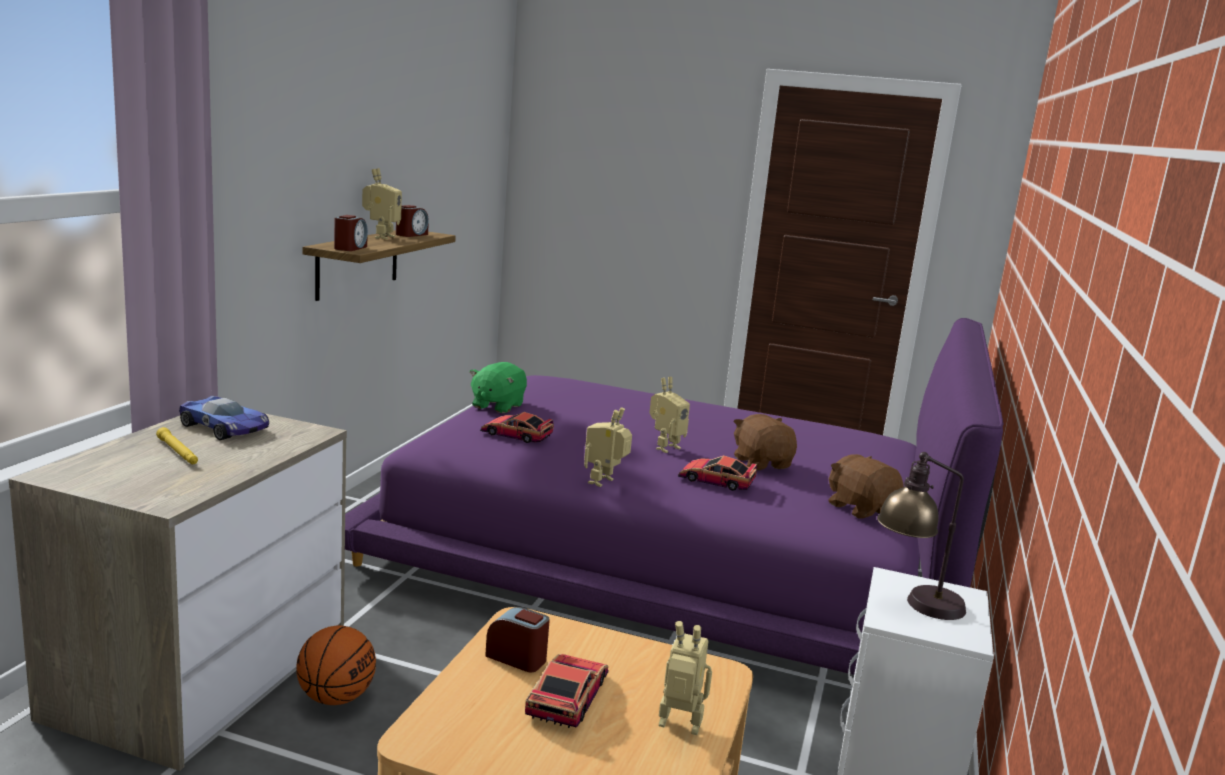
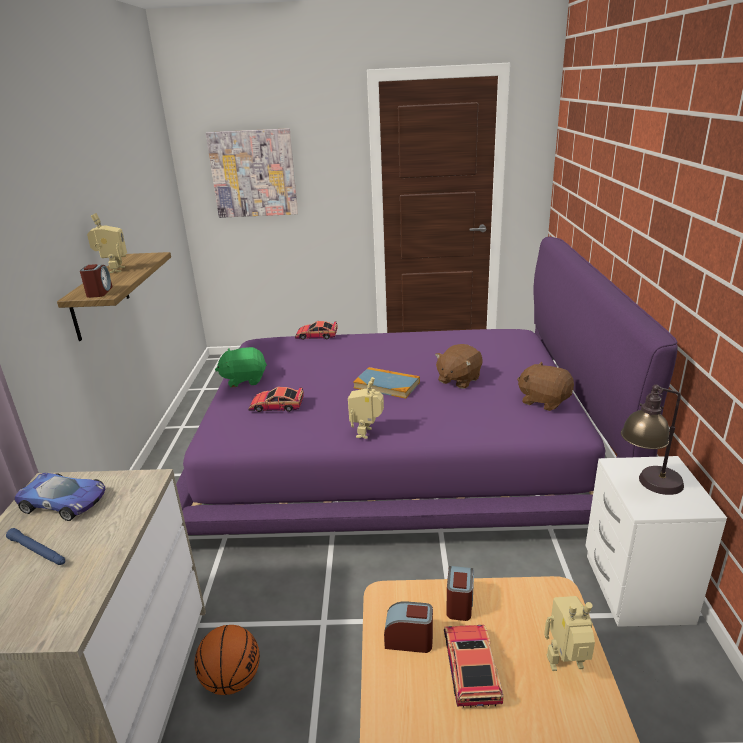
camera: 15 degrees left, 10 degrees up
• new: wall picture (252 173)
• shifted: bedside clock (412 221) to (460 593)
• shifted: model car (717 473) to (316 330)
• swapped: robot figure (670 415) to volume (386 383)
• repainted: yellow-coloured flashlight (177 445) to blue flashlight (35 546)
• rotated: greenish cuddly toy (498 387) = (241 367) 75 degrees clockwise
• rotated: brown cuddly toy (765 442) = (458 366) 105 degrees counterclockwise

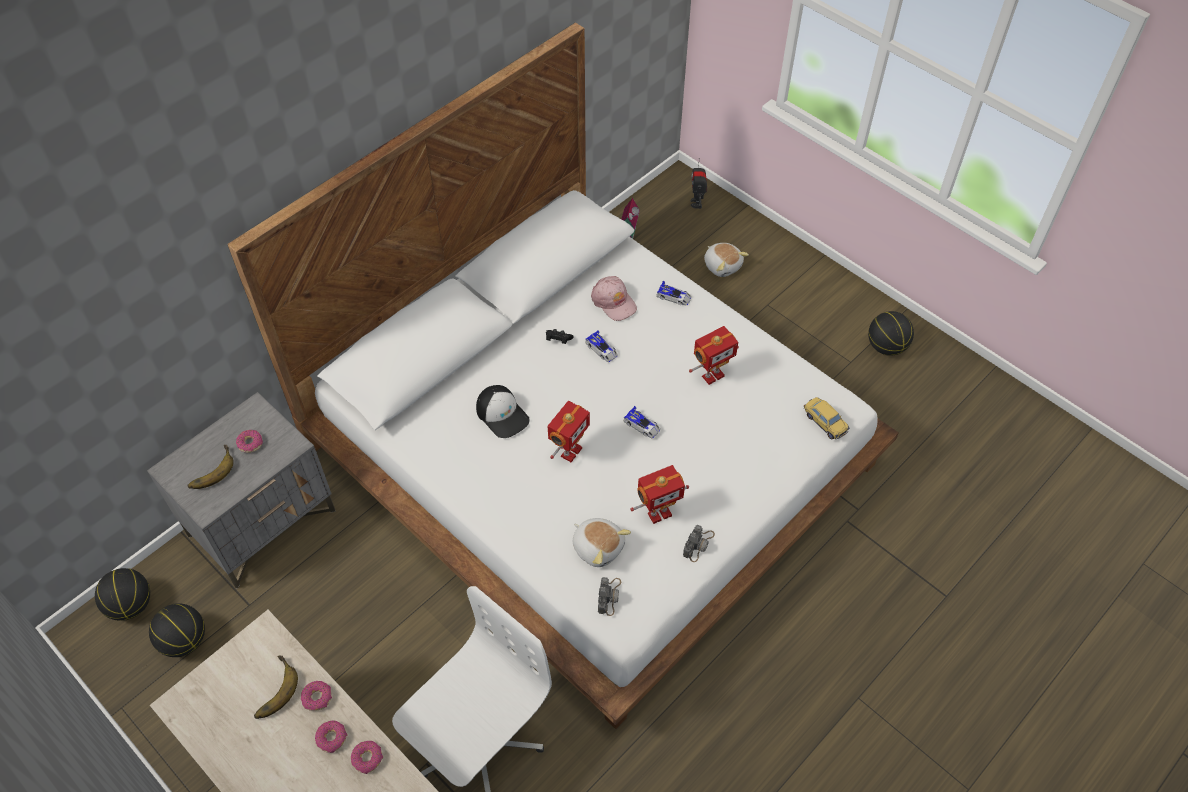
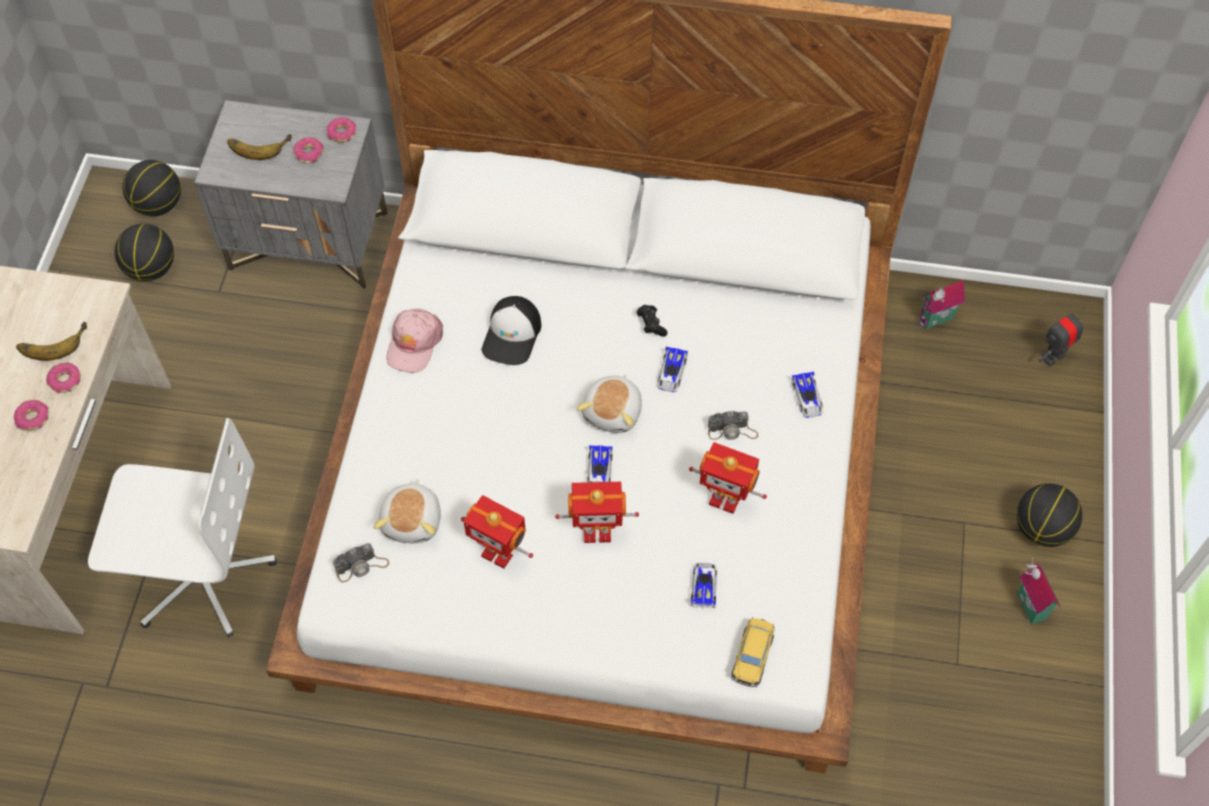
camera: 55 degrees right, 5 degrees up
• new: model car (703 585)
• new: miniature house (1038 591)
• shifted: donut (367 757) to (341 130)
• shifted: robot figure (569 431) to (597 512)
• shifted: pinkish peaked cap (614 298) to (414 341)
• shifted: photo camera (699 543) to (733 425)
• shifted: cuddly toy (726 260) to (609 403)
• shifted: basketball (891 333) to (1049 515)

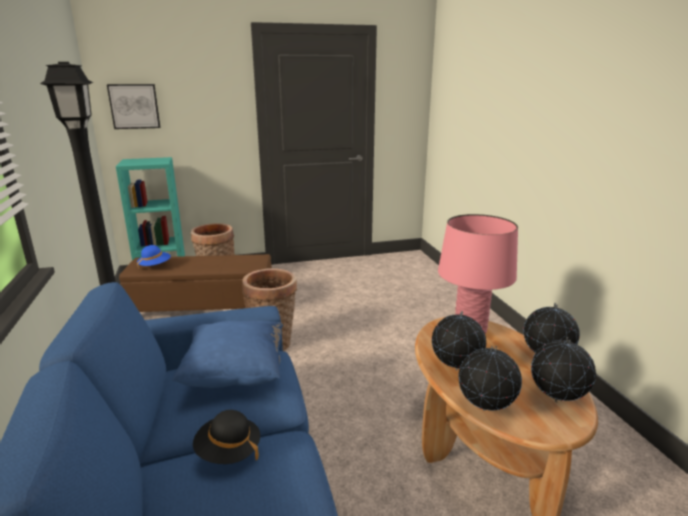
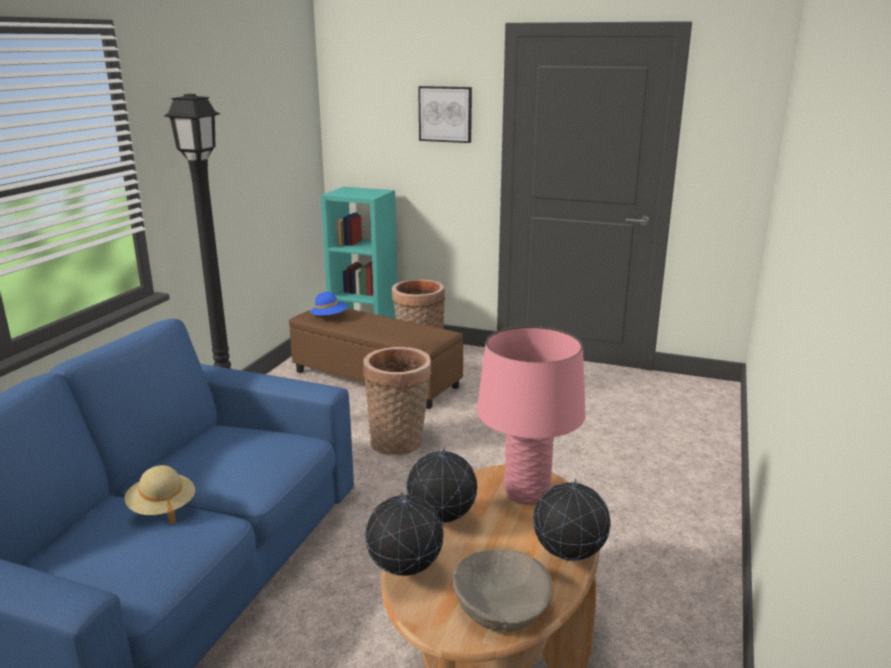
camera: 35 degrees right, 0 degrees up
• gone: blue pillow (227 354)
• shifted: wall picture (134 106) to (445 114)
• swapped: globe (563 370) to beige deep dish (502 590)
• repainted: black-coloured wearable hat (226 437) to beige wearable hat (159 494)

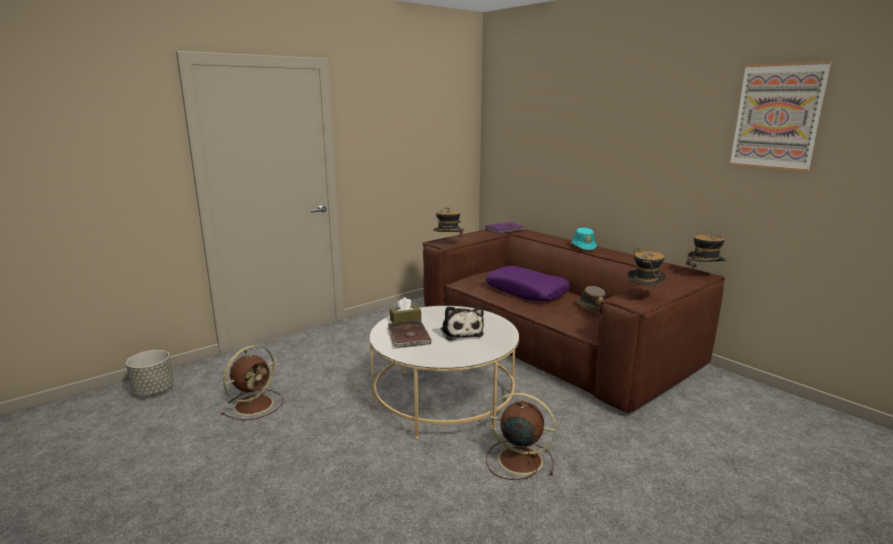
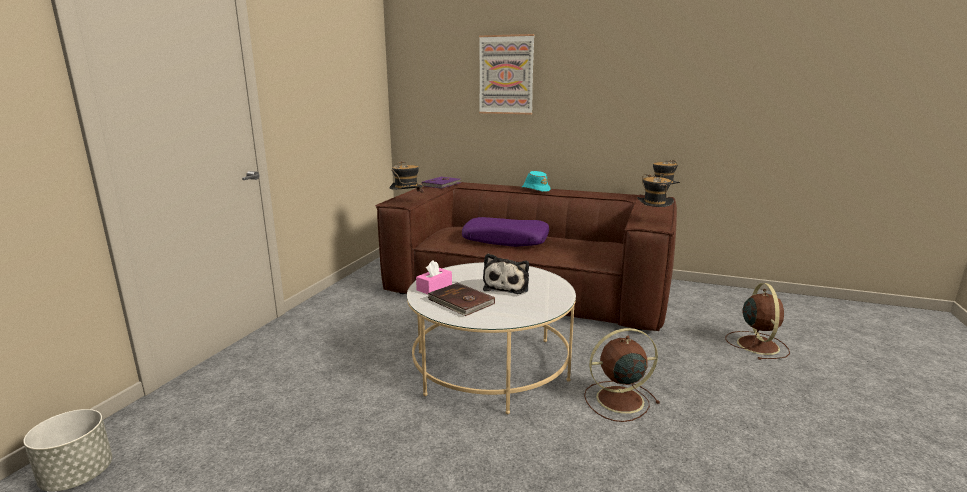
camera: 30 degrees left, 0 degrees up
• gone: brown wearable hat (591 300)
• shifted: brown fan (252 382) to (757 321)
• shifted: wall picture (780 116) to (506 74)
• repainted: brown tissue box (405 310) to pinkish tissue box (434 277)
• rotated: cuddly toy (462 323) = (506 273) 60 degrees clockwise

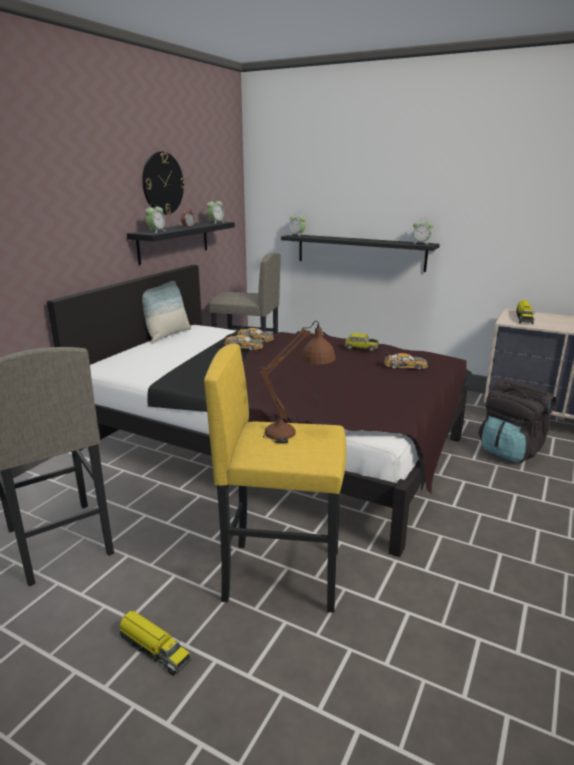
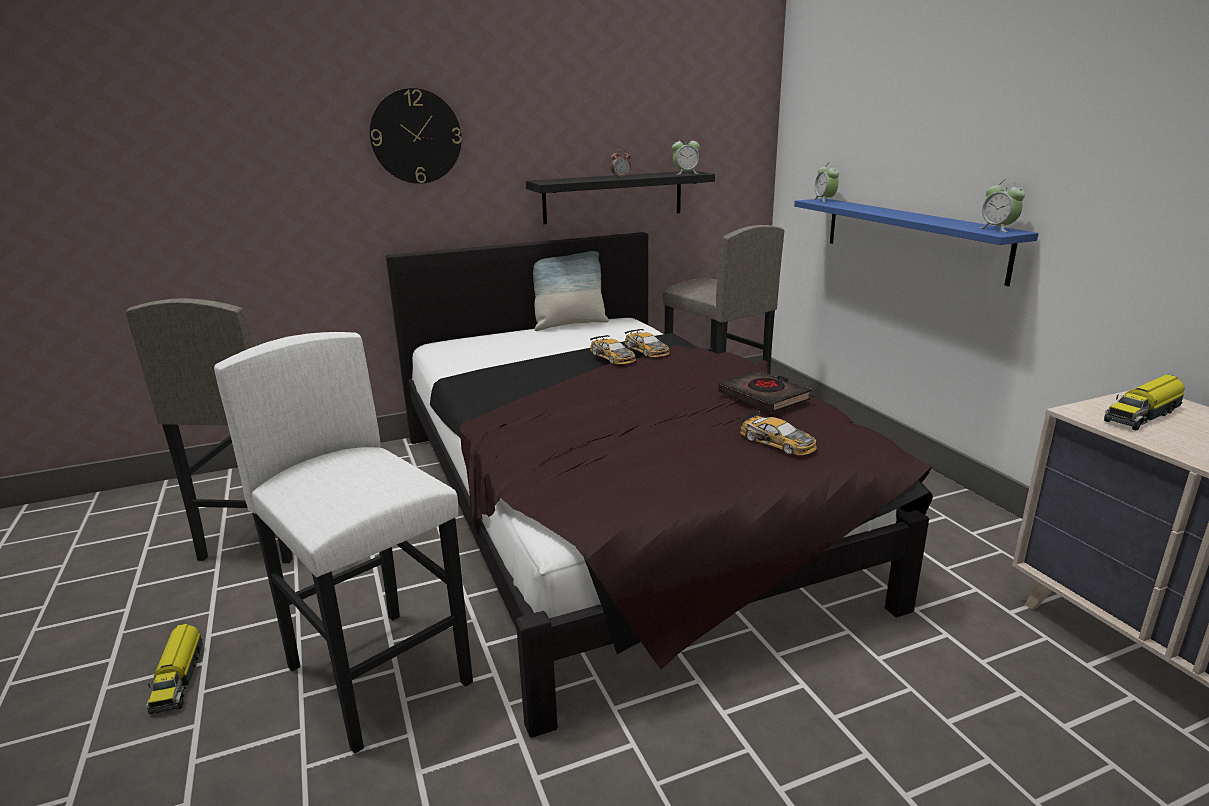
camera: 40 degrees right, 0 degrees up
• gone: bedside clock (155 218)
• gone: brown table lamp (298 382)
• gone: black-coloured knapsack (517 420)
• shifted: wall clock (163 183) to (416 136)
• swapped: model car (362 342) to black-coloured volume (765 392)
• repainted: yellow-coloured stool seat (275 478) to white stool seat (343 543)
• repainted: black-coloured shelf (360 253) to blue shelf (916 242)

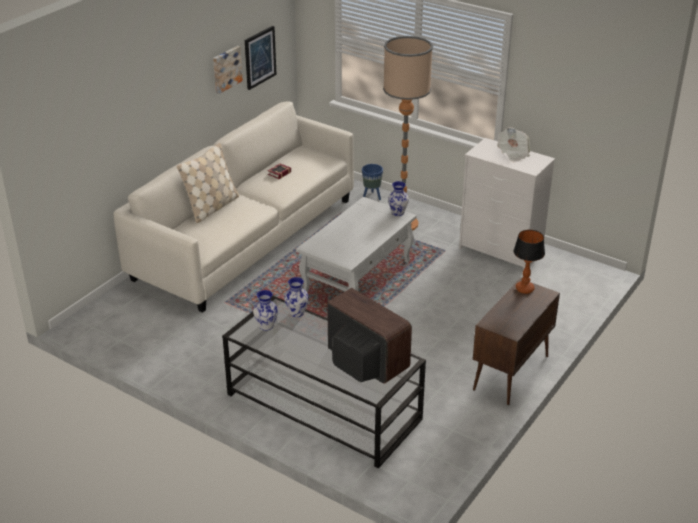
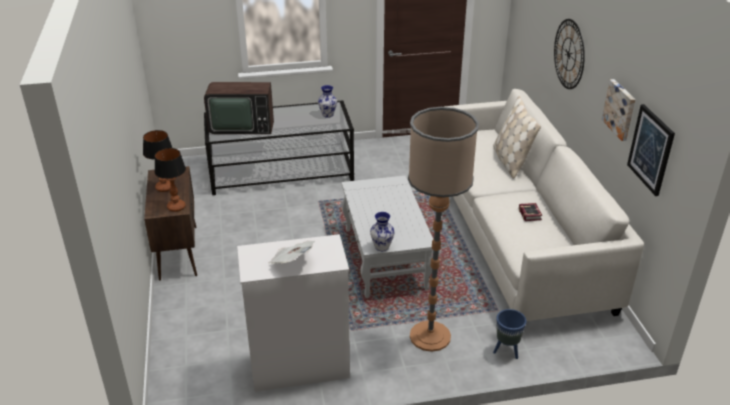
camera: 135 degrees right, 0 degrees up
• gone: vase (296 297)
• new: table lamp (157 161)
• new: wall clock (569 54)

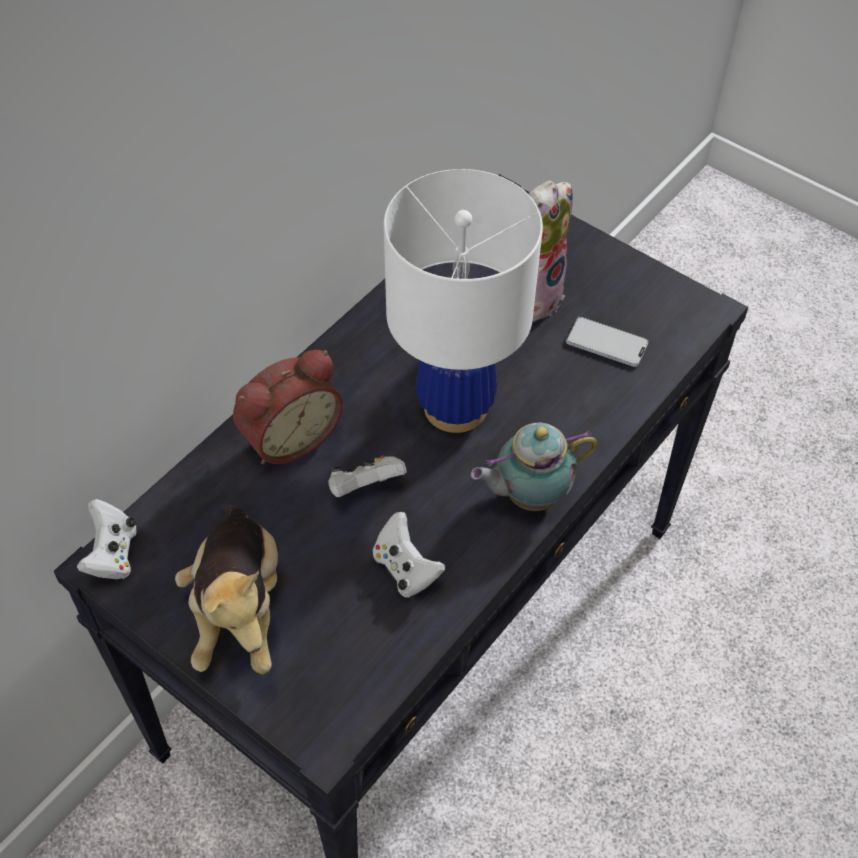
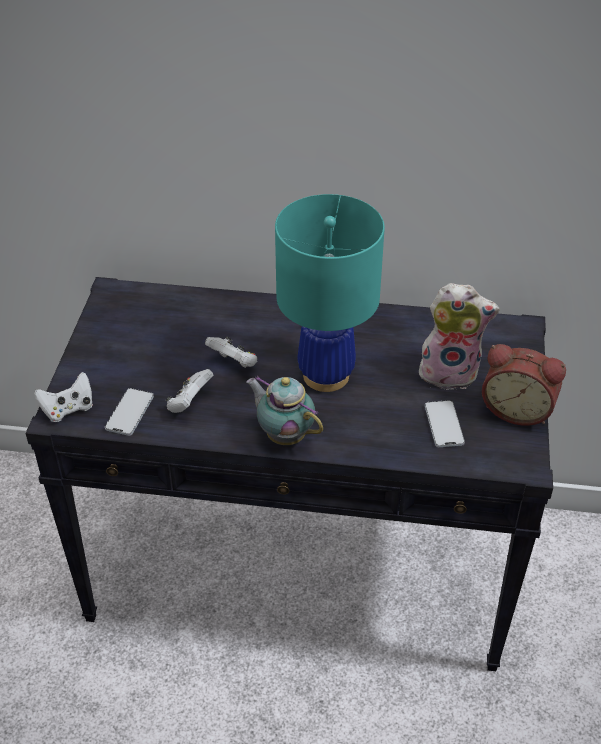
camera: 60 degrees right, 10 degrees down
• gone: cuddly toy (226 589)
• new: handset (129 412)
• shifted: white gamepad (107 539) to (63 397)
• shifted: bedside clock (288 407) to (524 385)
• repainted: white table lamp (463 301) to blue-green table lamp (330 293)

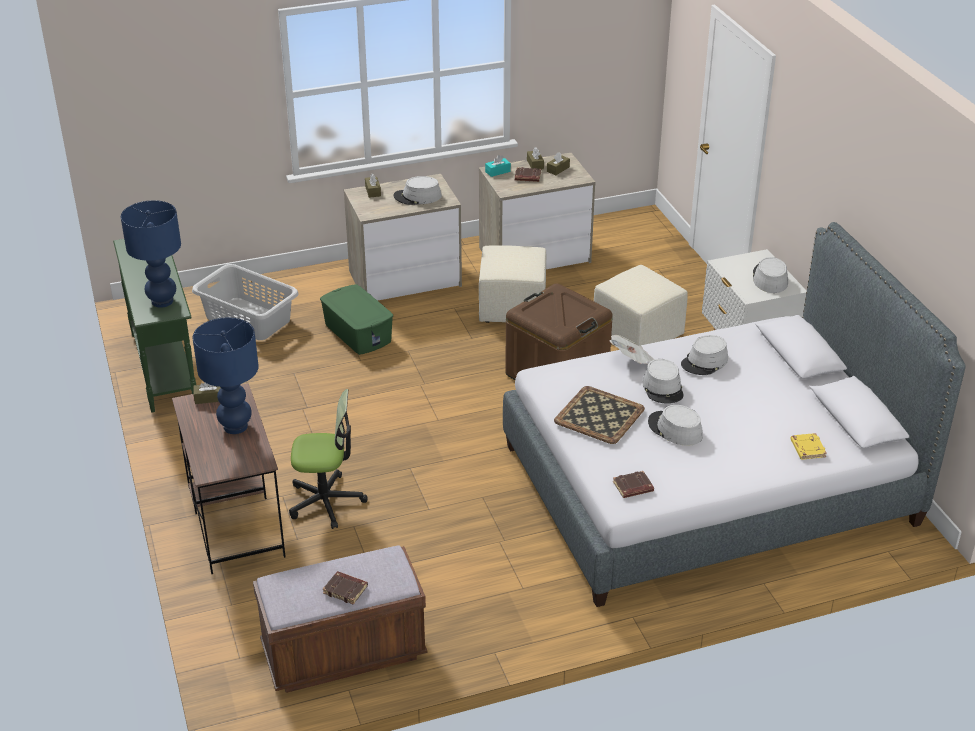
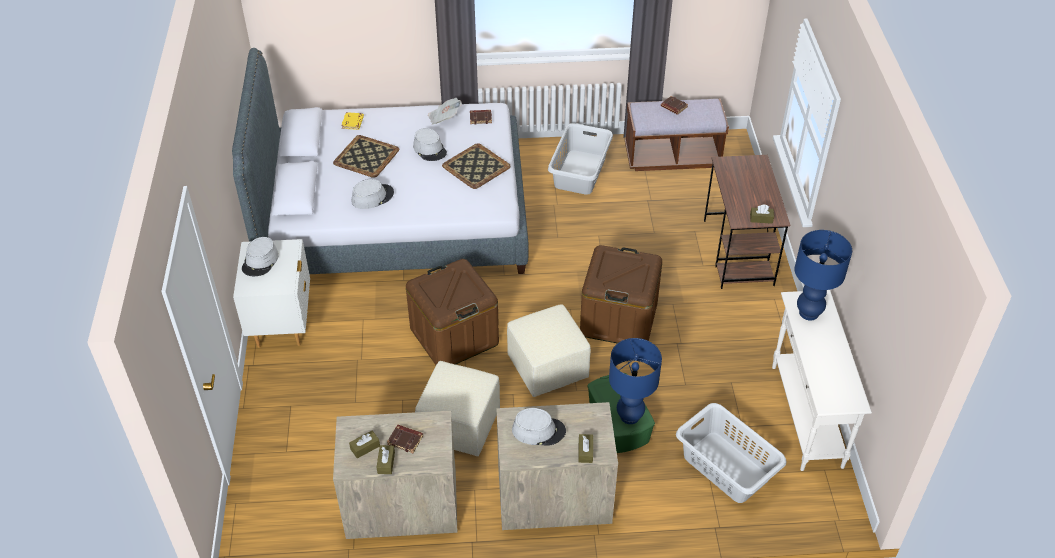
camera: 165 degrees left, 10 degrees up
• gone: office chair (328 459)
• gone: blue-green tissue box (498 166)
• gone: gray wearable hat (663 381)
• new: carrying tray (366 156)
• new: gray hamper (580 159)
• new: brown storage box (621 294)
• shifted: blue table lamp (225 375) to (635 381)
• shifted: beige pouffe (641 305) to (549 350)
• shifted: daily paper (632 349) to (445 111)
• repainted: greenish console table (154 326) to white console table (822 380)

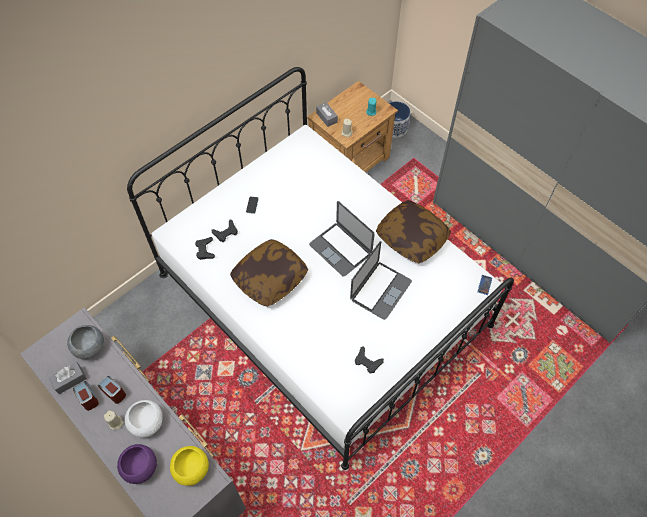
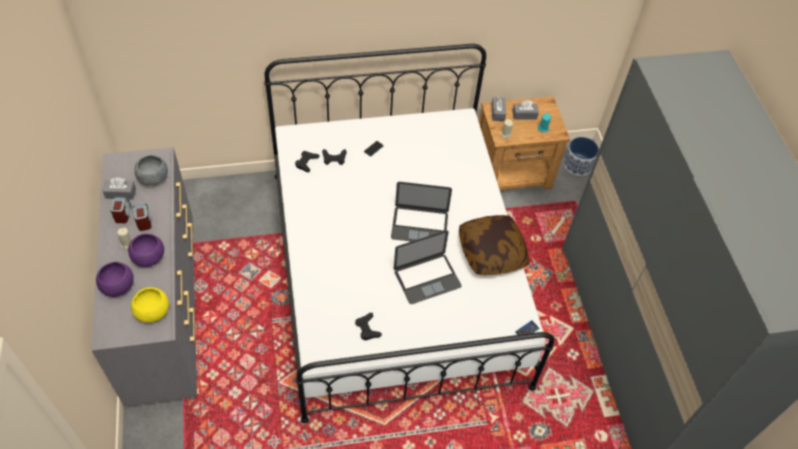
camera: 30 degrees right, 5 degrees down
• gone: pillow (269 273)
• new: gray tissue box (525 110)
• repainted: white deep dish (144 419) to purplish deep dish (146 250)
• rotated: laptop (342 239) = (421 211) 75 degrees counterclockwise

